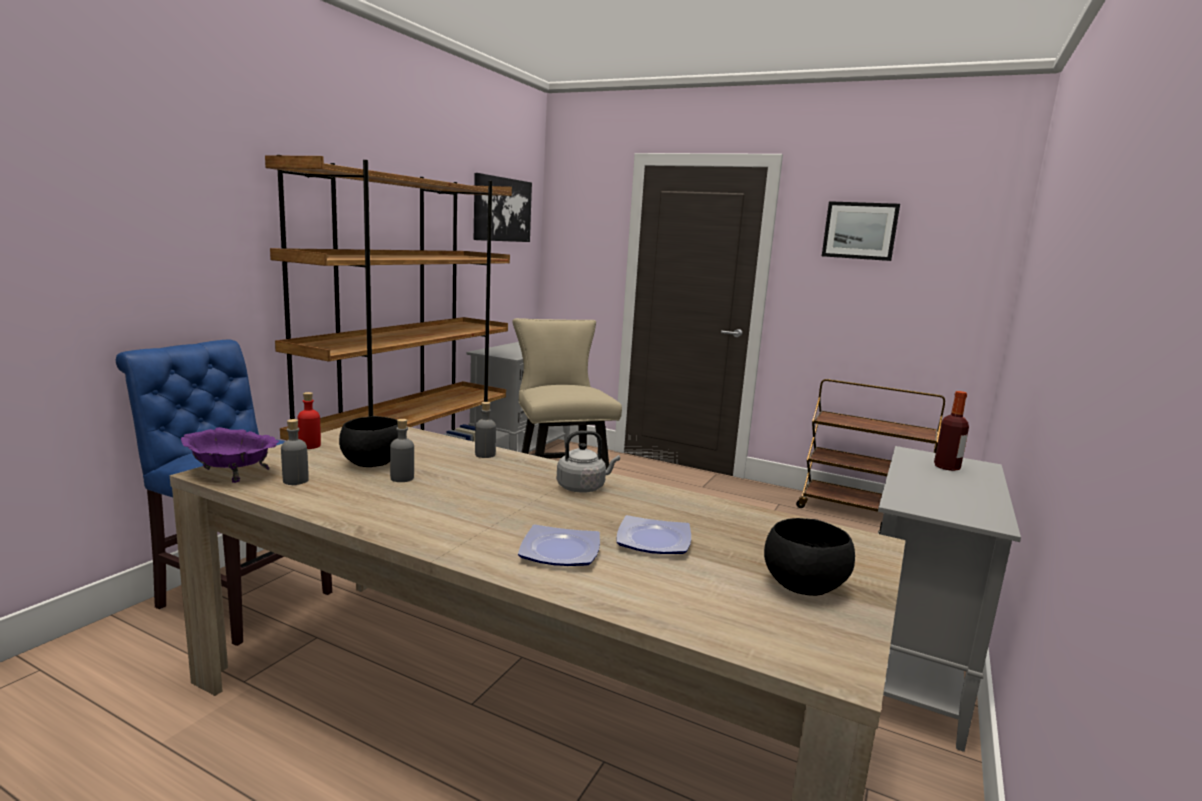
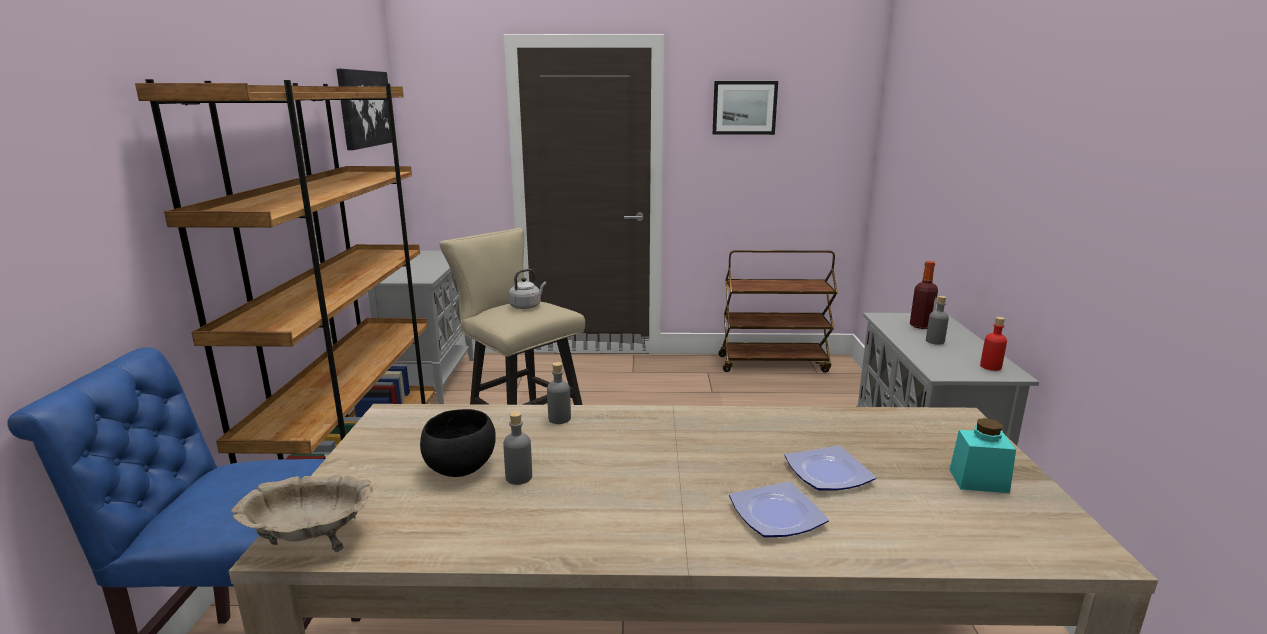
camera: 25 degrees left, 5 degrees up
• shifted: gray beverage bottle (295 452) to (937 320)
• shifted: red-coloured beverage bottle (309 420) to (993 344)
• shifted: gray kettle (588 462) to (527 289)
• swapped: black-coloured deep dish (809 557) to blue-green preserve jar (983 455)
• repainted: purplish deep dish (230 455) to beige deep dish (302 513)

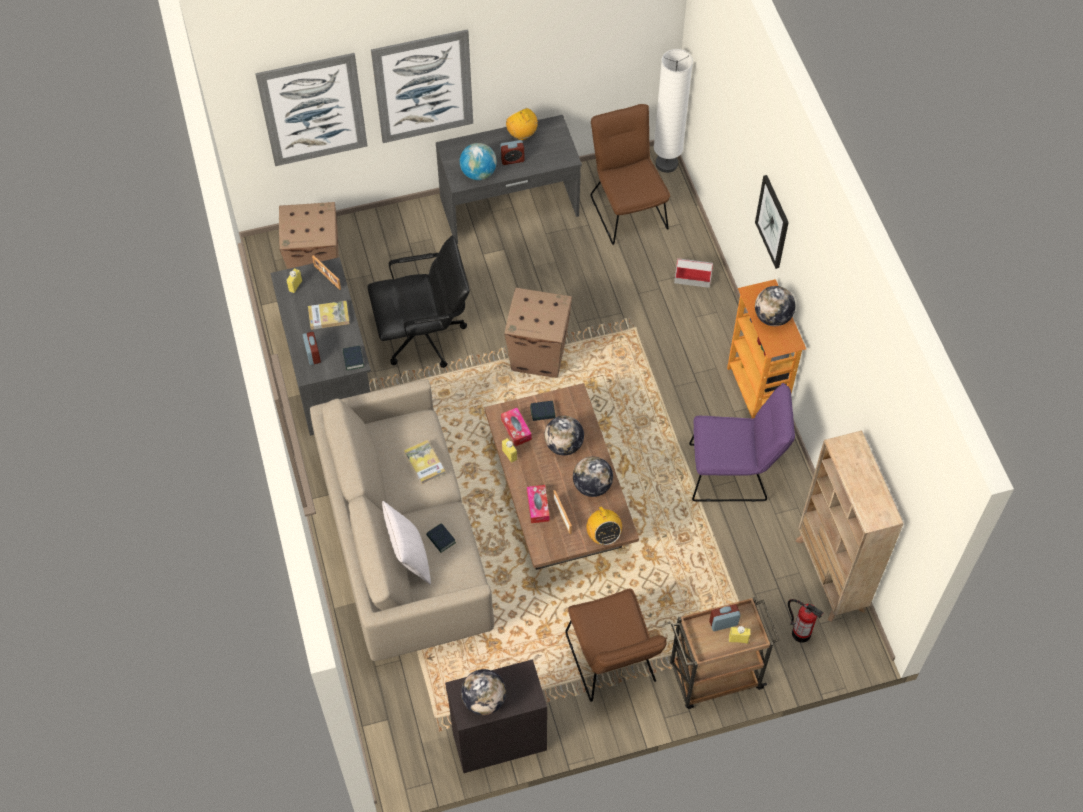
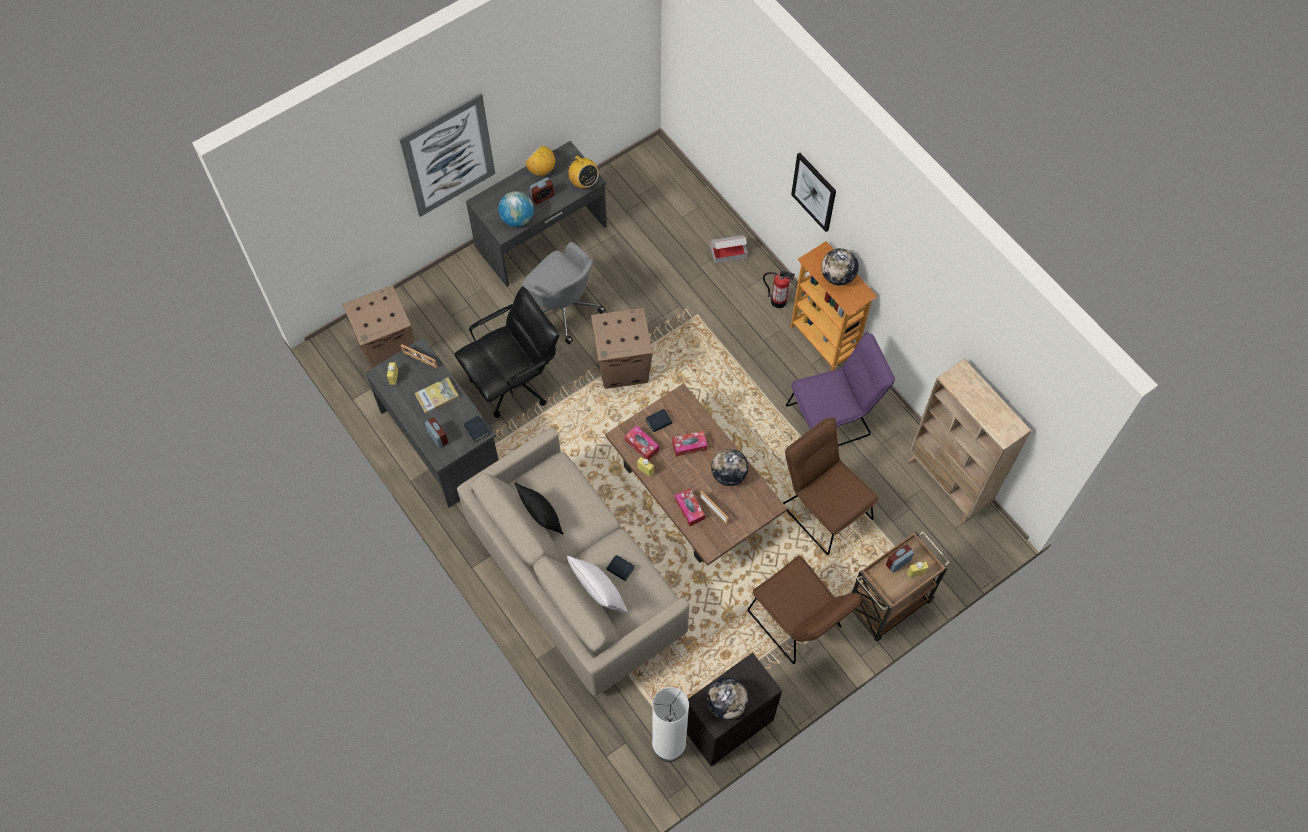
camera: 20 degrees left, 5 degrees up
• gone: wall picture (311 109)
• gone: volume (424 462)
• new: black-coloured pillow (539 508)
• new: gray office chair (563 293)
• shifted: radio (604 525) to (583 172)
• shifted: brown upright chair (630 174) to (831 486)
• shifted: white floor lamp (673 111) to (670 724)
• shifted: extinguisher (806 621) to (779 289)
• swapped: globe (564 435) to tissue box (689 444)

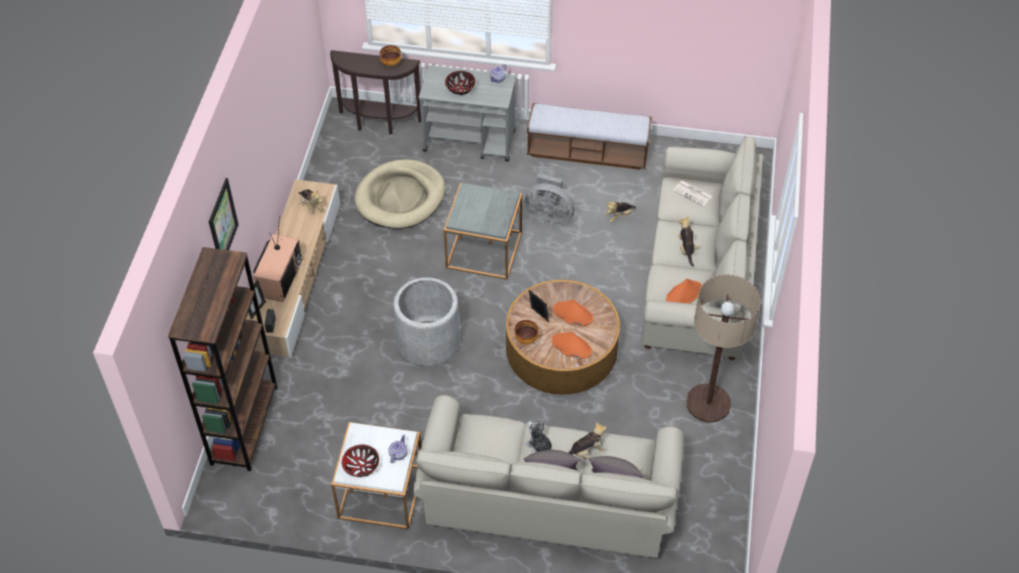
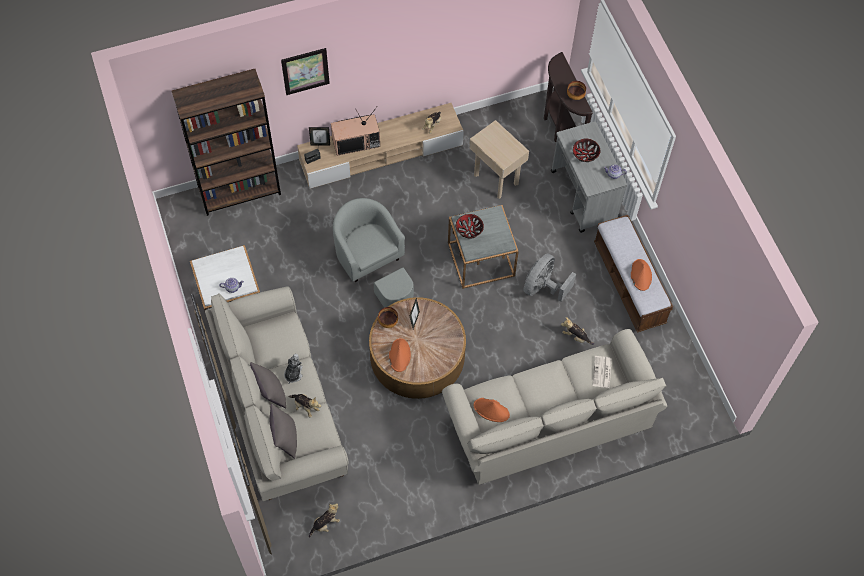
camera: 60 degrees right, 10 degrees up
• gone: floor lamp (723 348)
• shifted: deep dish (360 460) to (470 226)
• shifted: orange wearable hat (573 312) to (641 275)
• shifted: cuddly toy (688 241) to (324 520)
• swapped: beige dog bed (399 194) to beige accent table (499 159)
• swapped: gray plant pot (426 321) to gray lounge chair (373 253)
• rotated: gray fan (549 199) = (549 277) 45 degrees clockwise

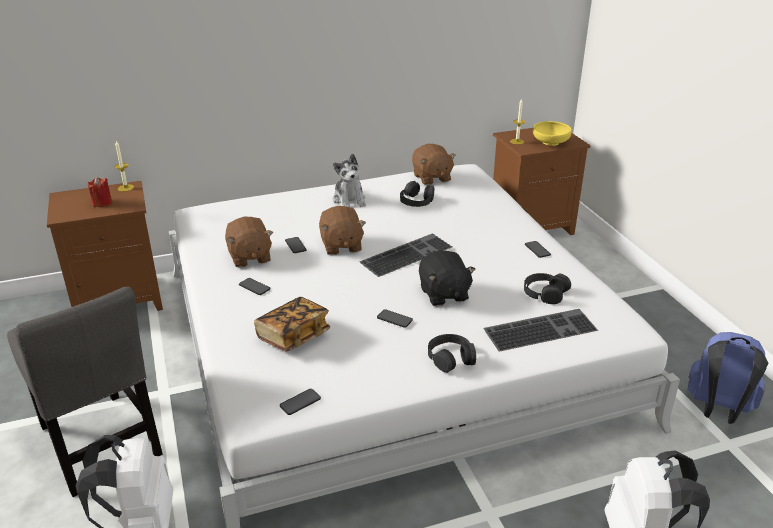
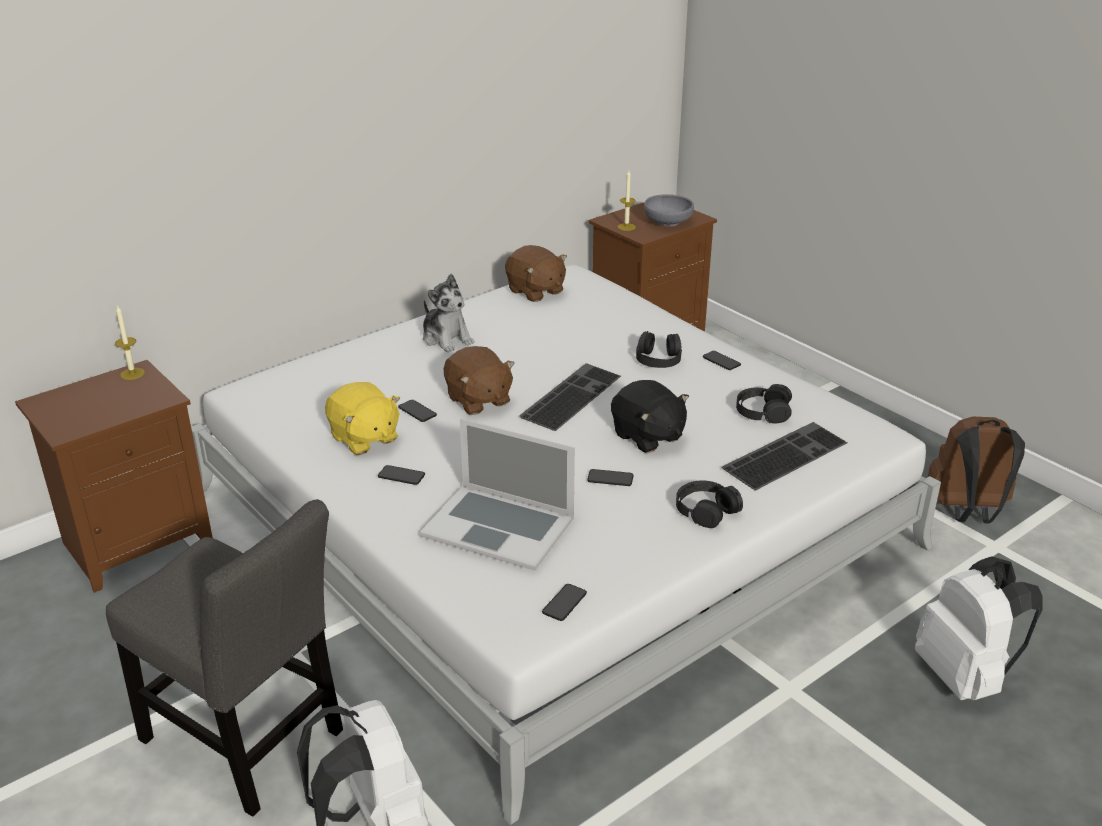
camera: 20 degrees left, 0 degrees up
• gone: red-coloured candle (100 192)
• shifted: black-coloured headset (417 194) to (659 349)
• swapped: volume (292 324) to laptop (497 494)
• repainted: brown cuddly toy (249 242) to yellow-coloured cuddly toy (362 418)
• repainted: yellow-coloured deep dish (552 133) to gray deep dish (669 210)
• repainted: blue knapsack (728 378) to brown knapsack (976 470)

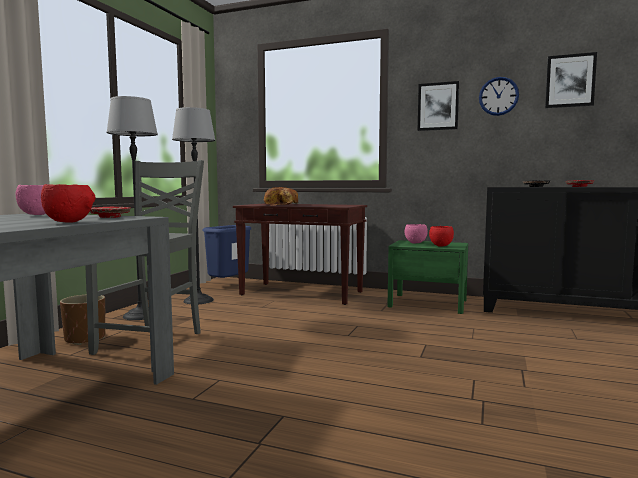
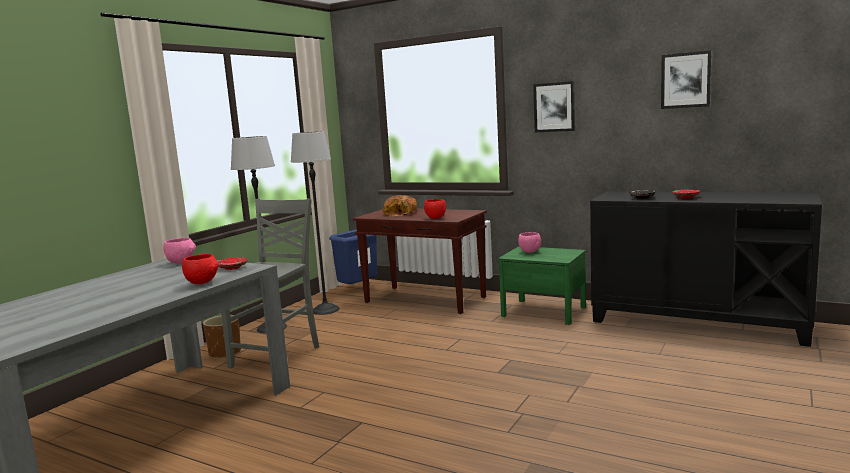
camera: 10 degrees right, 5 degrees up
• gone: wall clock (499 96)
• shifted: red-coloured deep dish (441 236) to (435 209)

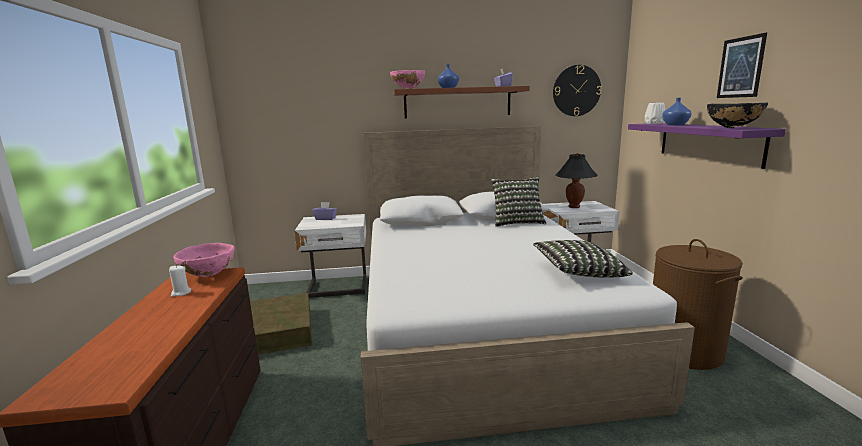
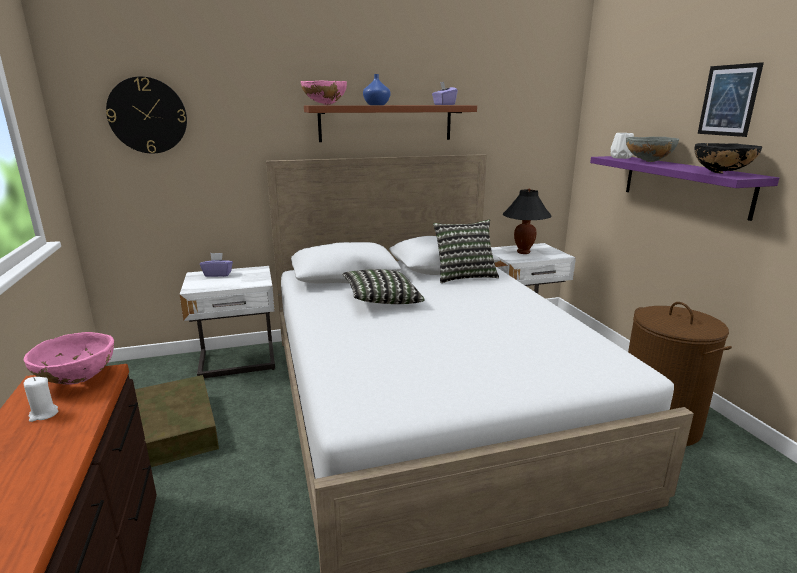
camera: 10 degrees left, 5 degrees up
• shifted: pillow (583 259) to (383 286)
• shifted: wall clock (577 90) to (146 115)
• swapped: blue vase (677 111) to gray deep dish (652 149)

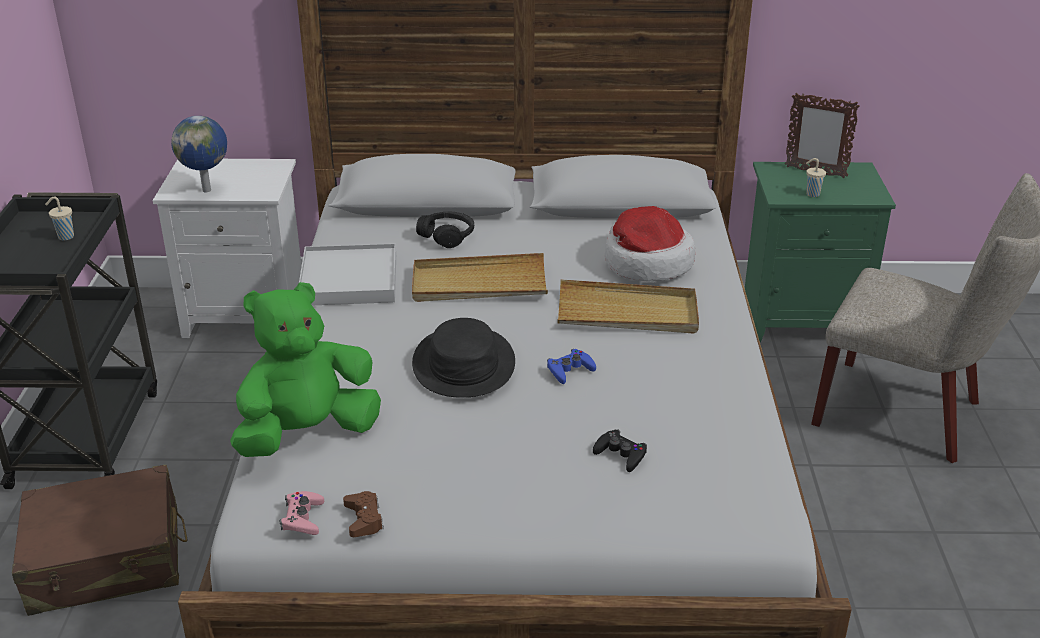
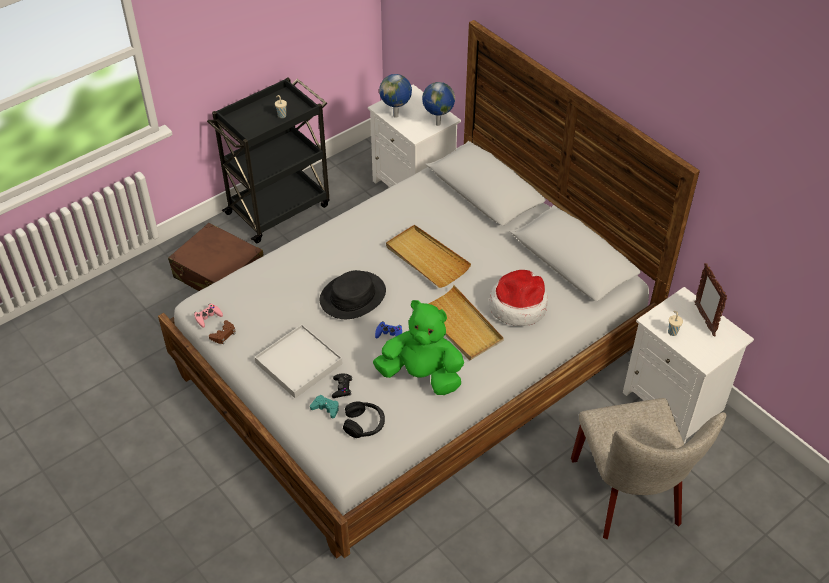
camera: 50 degrees right, 15 degrees up
• new: blue-green gamepad (324 406)
• new: globe (438 104)
• shifted: greenish cuddly toy (305 369) to (418 347)
• shifted: white carrying tray (347 274) to (299 361)
• shifted: black-coloured headset (445 230) to (364 419)
• repainted: greenish nightstand (820 252) to white nightstand (688 365)

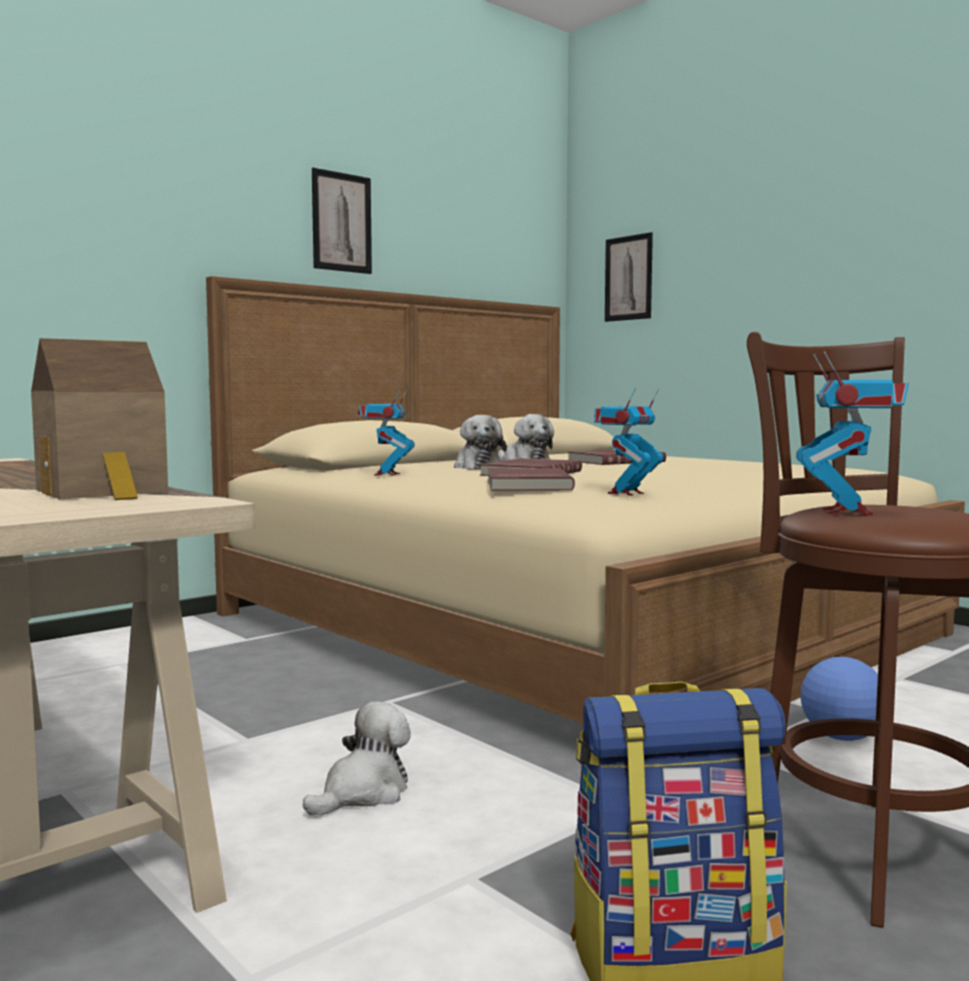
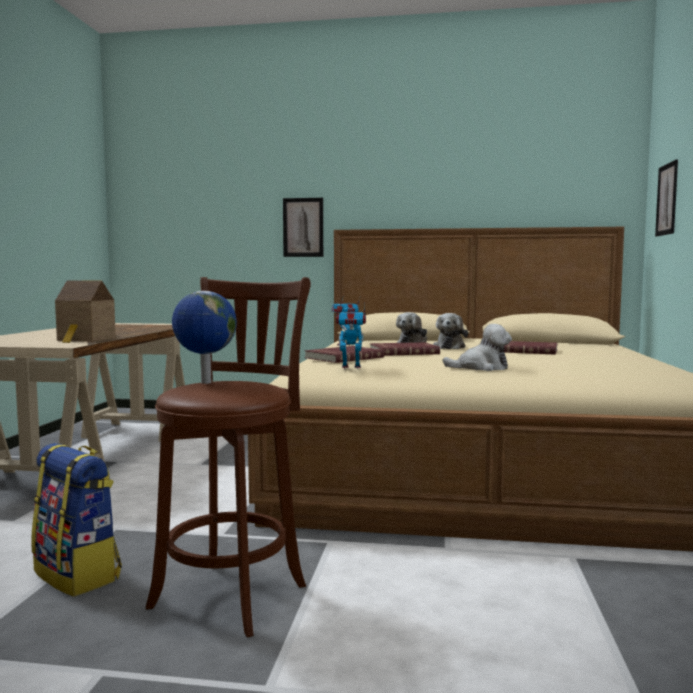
camera: 50 degrees right, 0 degrees up
• gone: ball for football (839 699)
• shifted: cuddly toy (357 758) to (477 347)
• shifted: wall picture (342 221) to (303 227)
• swapped: robot figure (852 433) to globe (204 337)

